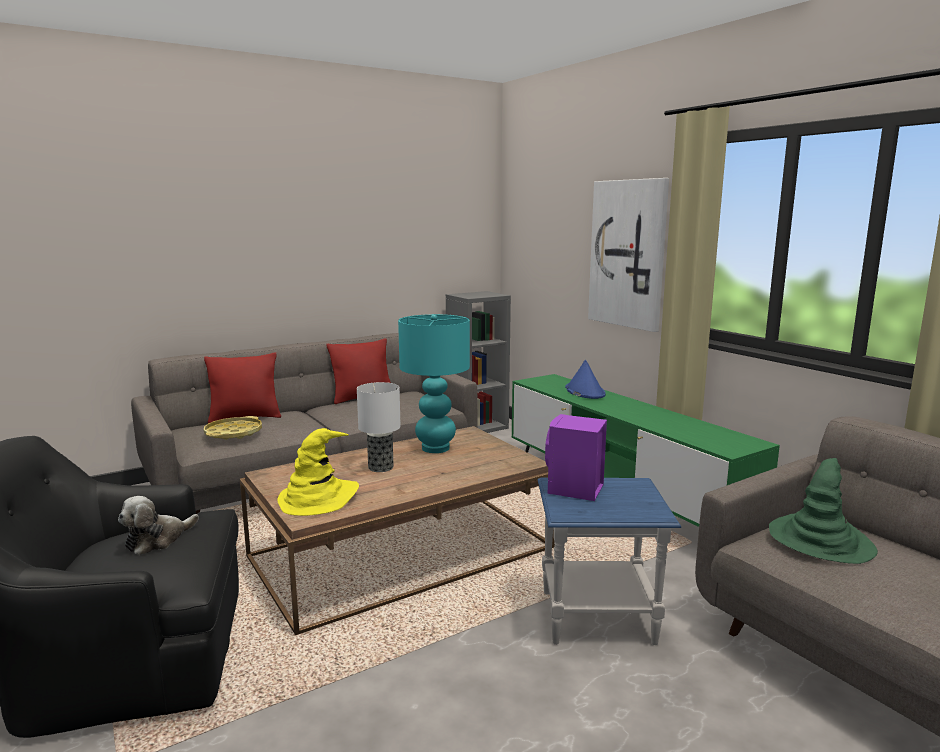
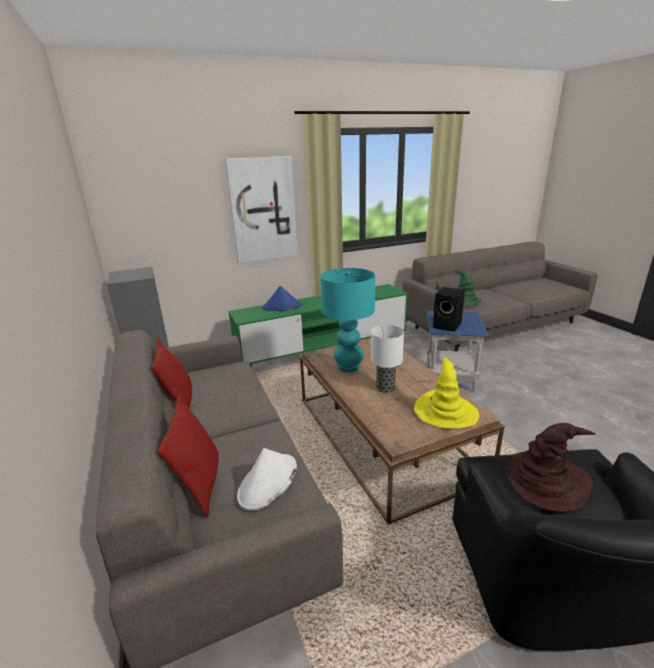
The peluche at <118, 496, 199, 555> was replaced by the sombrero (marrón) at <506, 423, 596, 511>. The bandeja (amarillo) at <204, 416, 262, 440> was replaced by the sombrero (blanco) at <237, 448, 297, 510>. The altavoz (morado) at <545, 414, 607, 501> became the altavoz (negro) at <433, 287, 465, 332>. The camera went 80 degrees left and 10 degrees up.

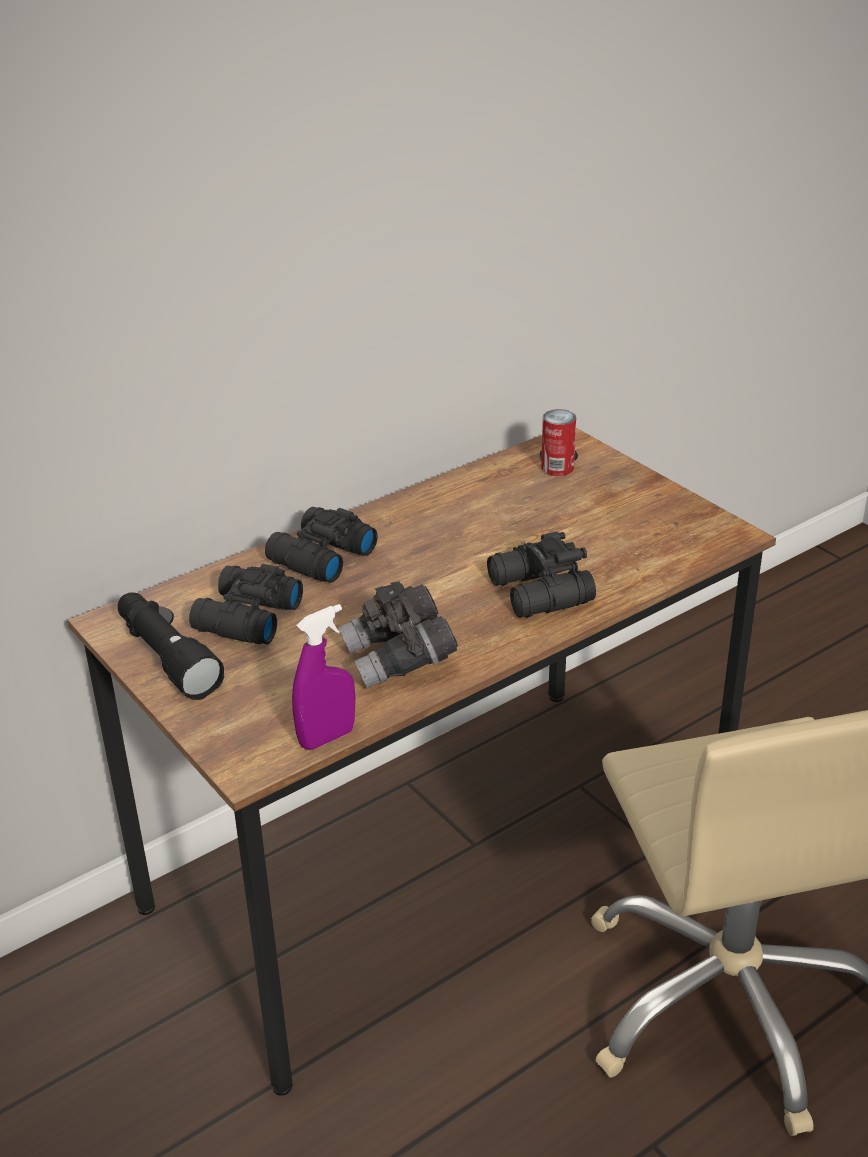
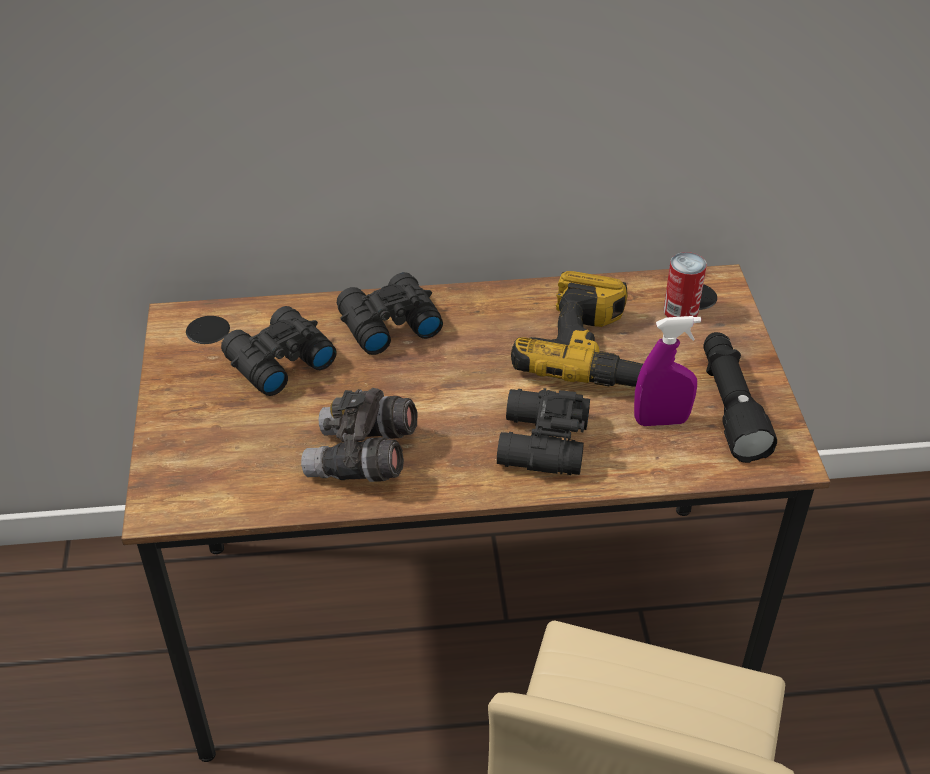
The linterna (negro) moved from <118, 592, 224, 700> to <703, 332, 777, 463>. The pulverizador (morado) moved from <292, 604, 356, 750> to <634, 316, 701, 426>. The taladro at <511, 271, 643, 387> appeared. The camera went 30 degrees right and 10 degrees up.

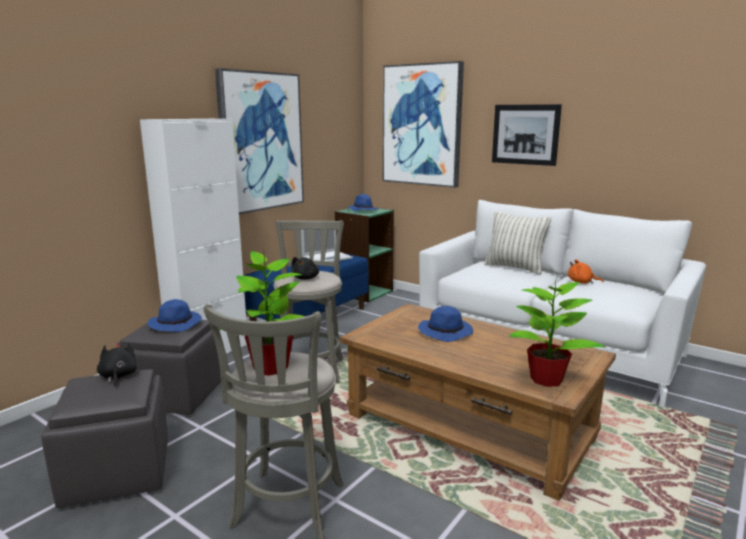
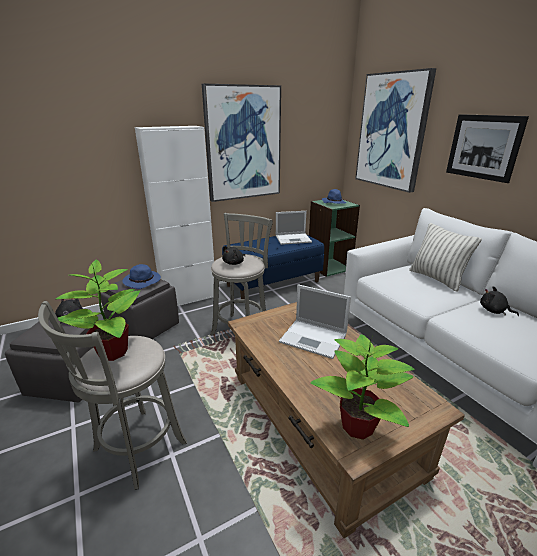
The sombrero (azul) at <418, 306, 473, 342> was replaced by the portátil at <279, 284, 351, 359>. The peluche (naranja) at <568, 259, 603, 284> became the peluche (negro) at <480, 286, 519, 316>. The camera went 25 degrees right and 10 degrees up.

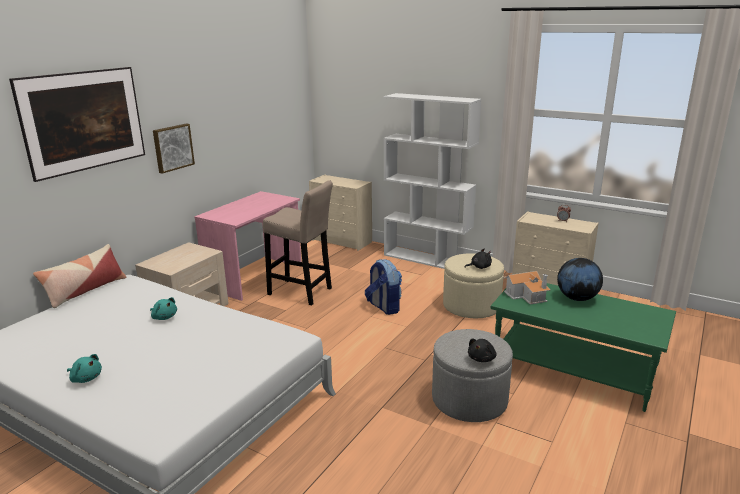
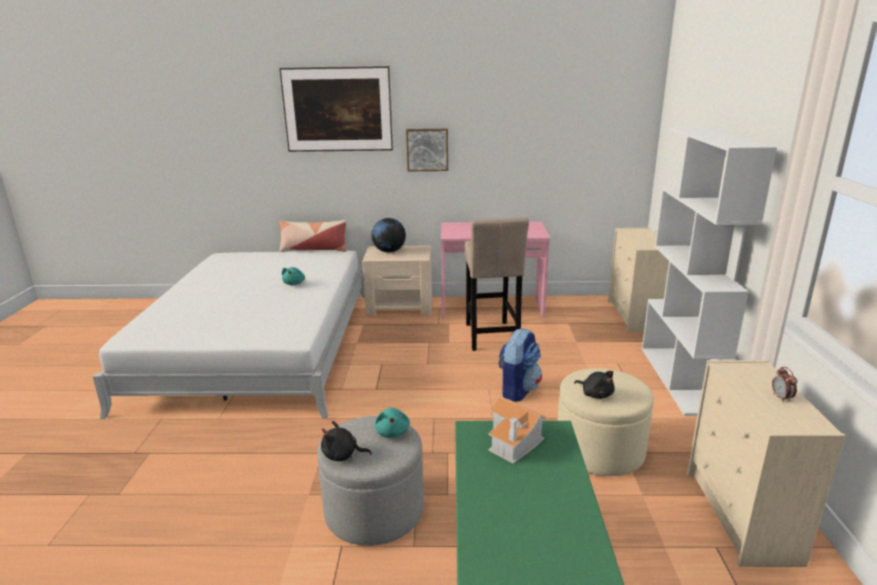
The peluche (turquesa) moved from <67, 354, 102, 383> to <374, 408, 410, 438>. The globo terráqueo moved from <557, 258, 603, 301> to <371, 218, 406, 253>. The camera went 60 degrees right and 0 degrees up.

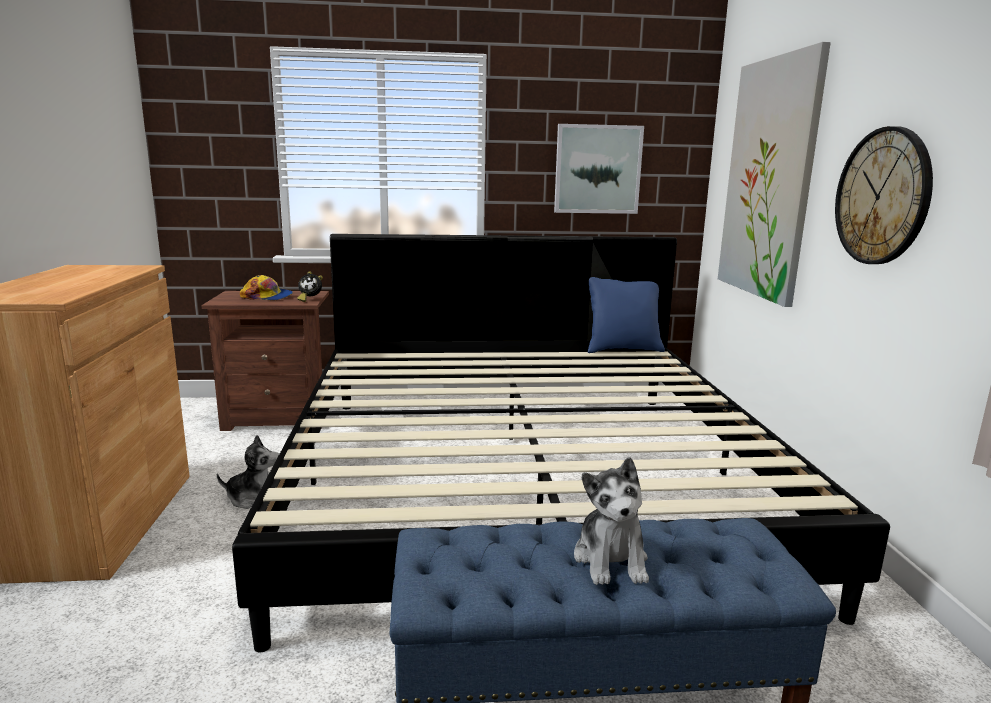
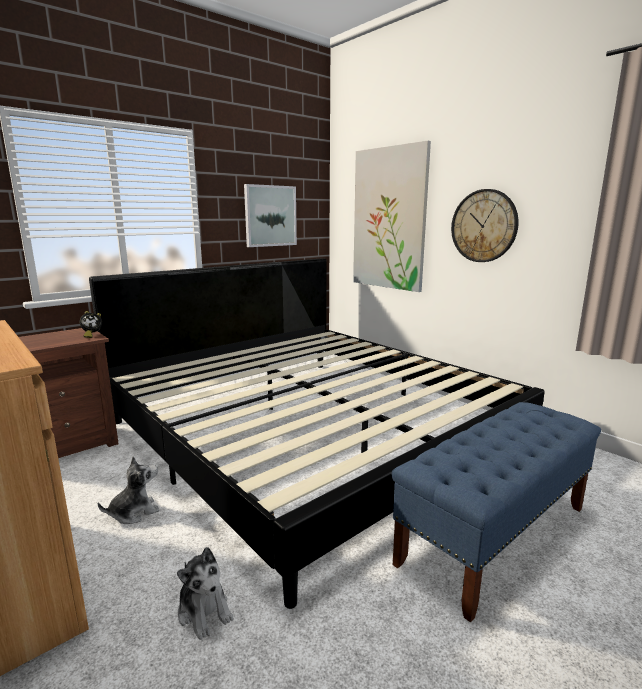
The gorra at <240, 275, 293, 300> disappeared. The peluche moved from <574, 457, 649, 585> to <177, 547, 233, 640>. The cojín (azul) at <588, 277, 665, 353> disappeared. The camera went 35 degrees left and 0 degrees up.

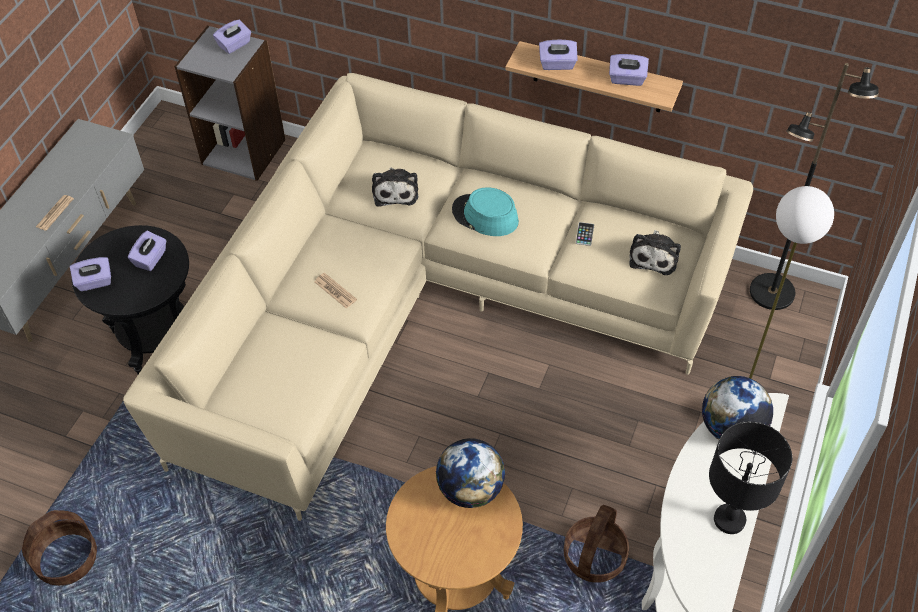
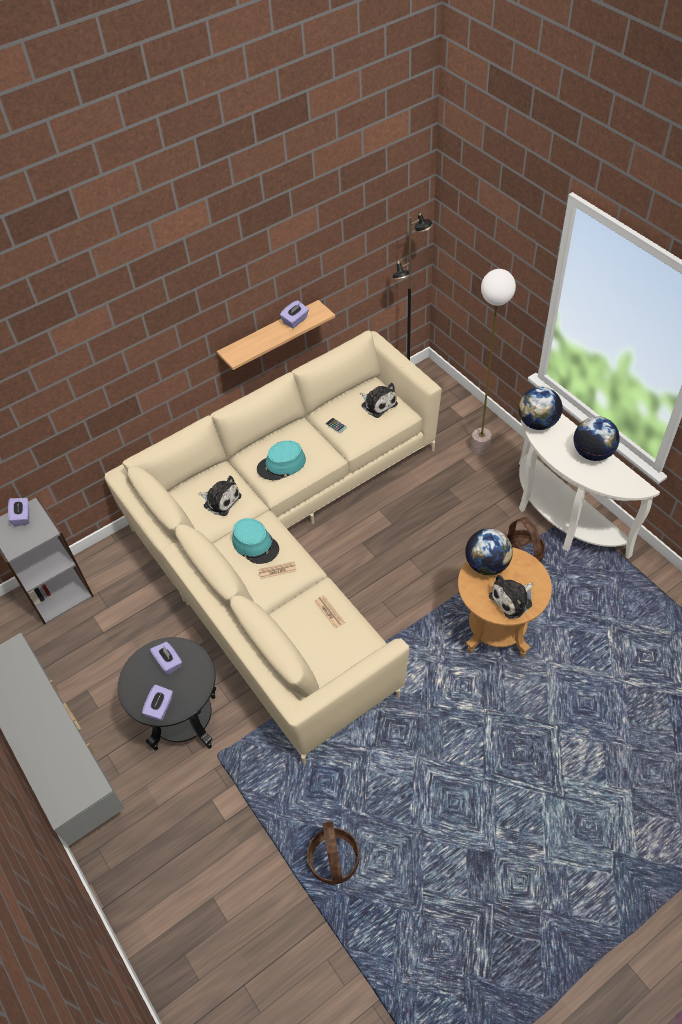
The periódico moved from <36, 195, 74, 231> to <315, 595, 345, 629>. The caja de pañuelos (morado) at <539, 40, 578, 70> disappeared. The lámpara de mesa (negro) at <709, 421, 792, 534> was replaced by the globo terráqueo at <573, 416, 620, 461>. The sombrero (turquesa) at <232, 518, 279, 564> appeared. The peluche at <489, 575, 533, 619> appeared. The camera went 55 degrees left and 0 degrees up.

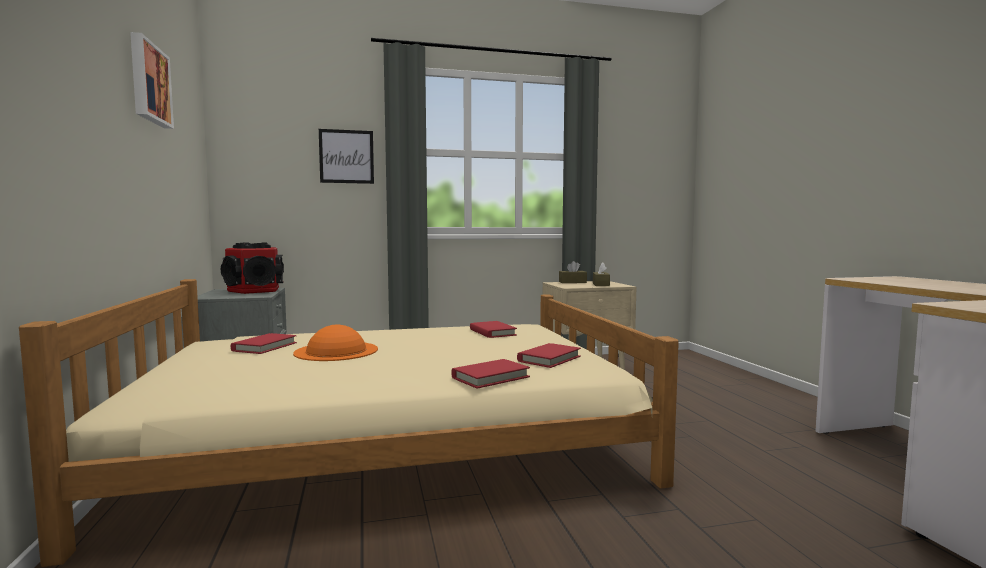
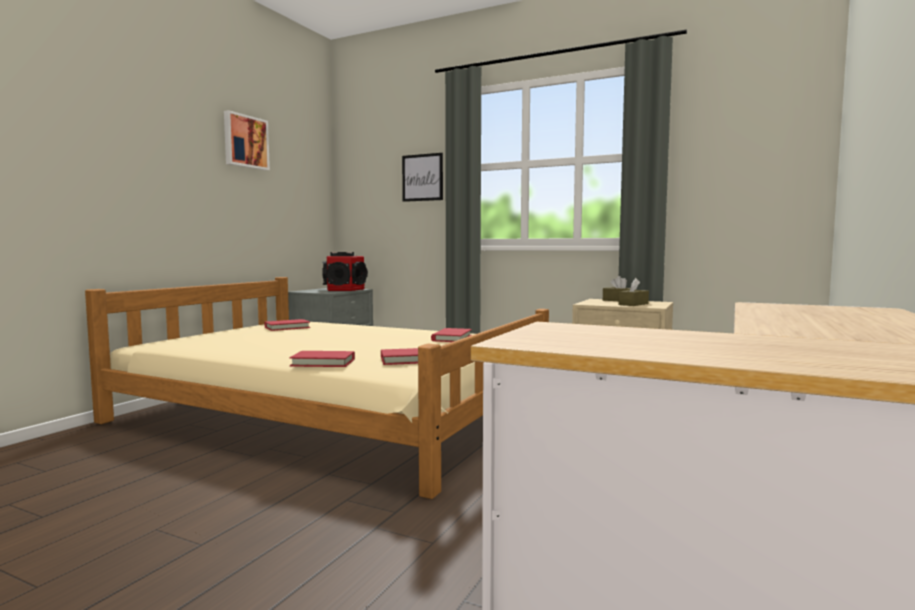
The sombrero (naranja) at <293, 325, 378, 361> disappeared. The camera went 40 degrees right and 0 degrees up.

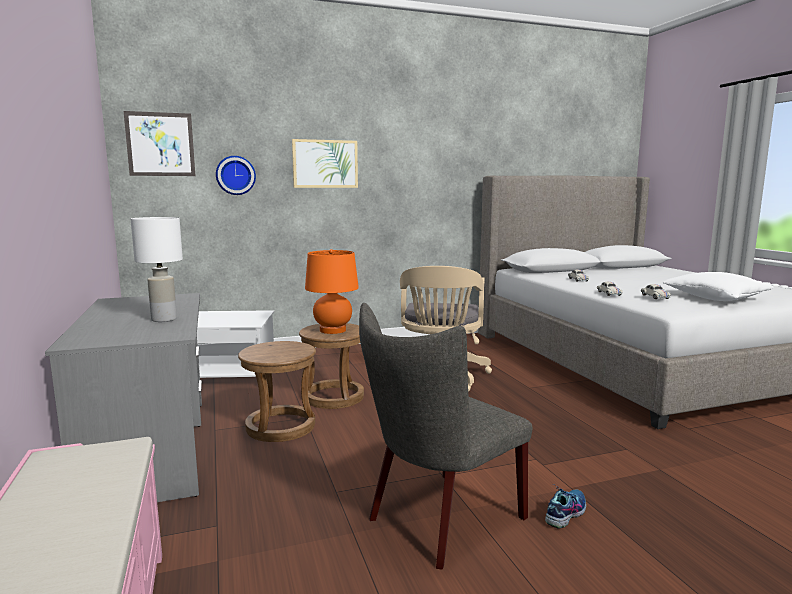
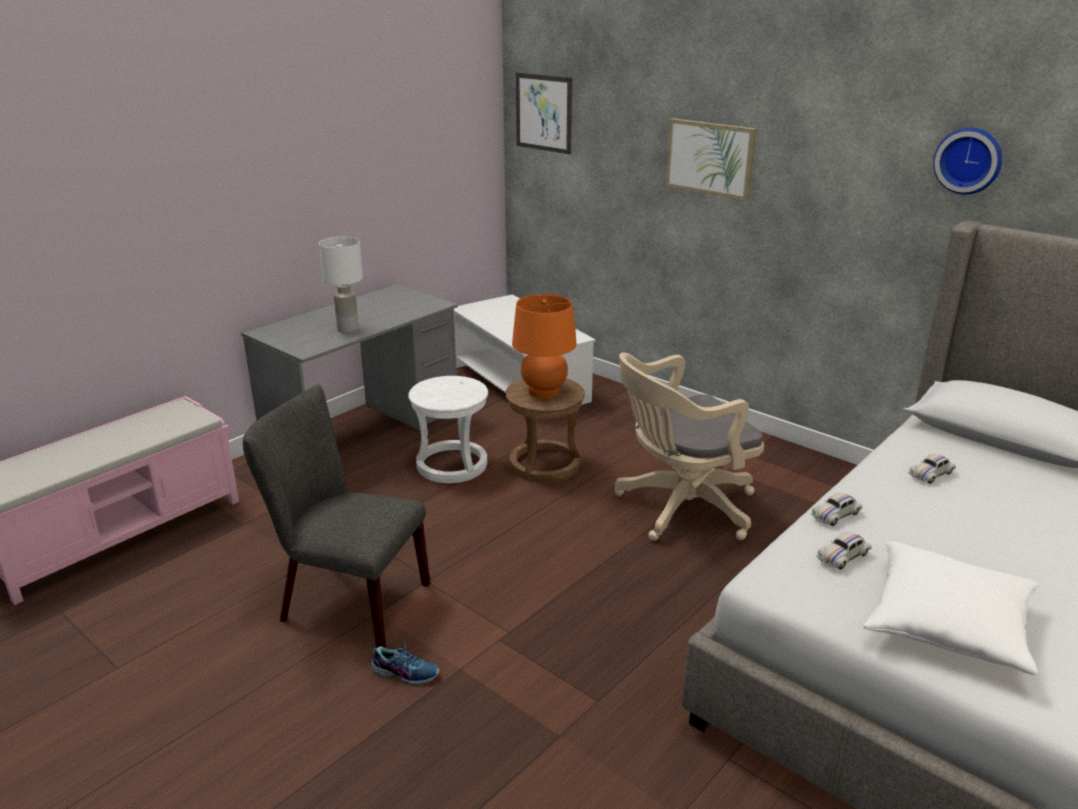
The reloj de pared moved from <216, 156, 256, 195> to <933, 128, 1002, 194>. The taburete (marrón) at <238, 341, 316, 442> became the taburete (blanco) at <408, 376, 488, 483>. The camera went 60 degrees right and 15 degrees up.

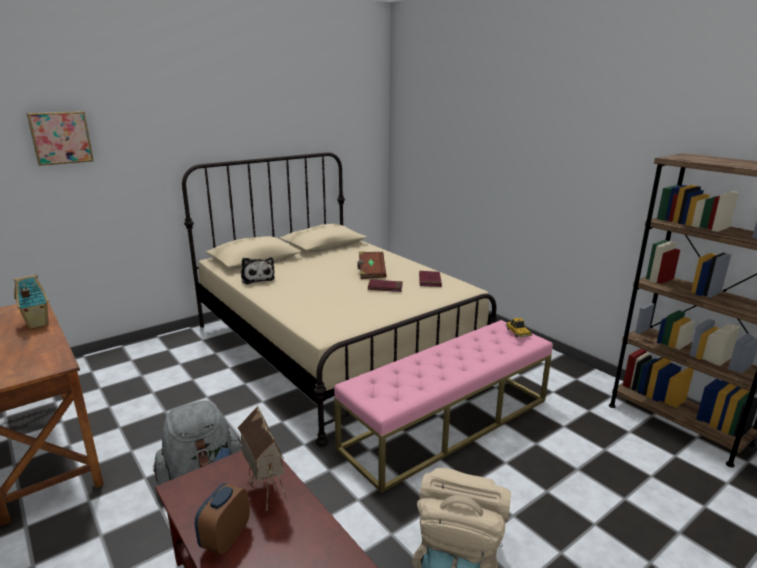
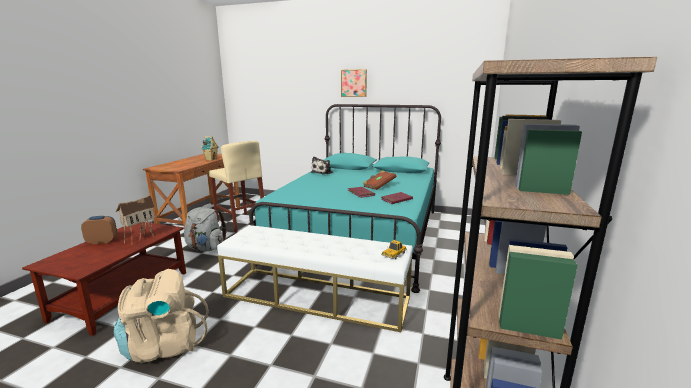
The cuadro moved from <27, 111, 94, 166> to <341, 69, 367, 97>. The cama (beis) at <182, 152, 498, 446> became the cama (turquesa) at <249, 104, 441, 293>. The banco (rosa) at <334, 320, 553, 493> became the banco (blanco) at <217, 225, 413, 332>. The taburete (beis) at <209, 141, 264, 233> appeared. The camera went 55 degrees right and 5 degrees down.

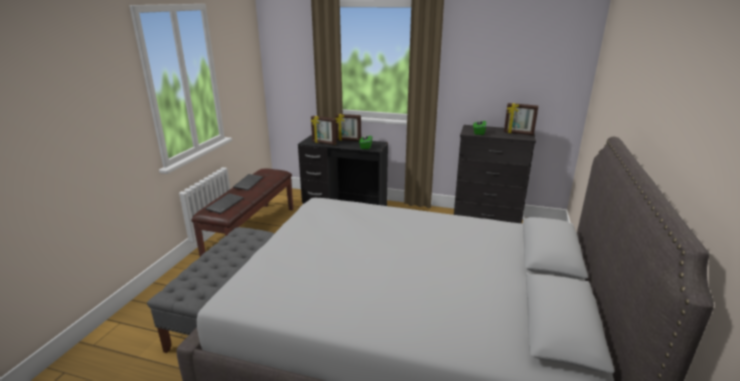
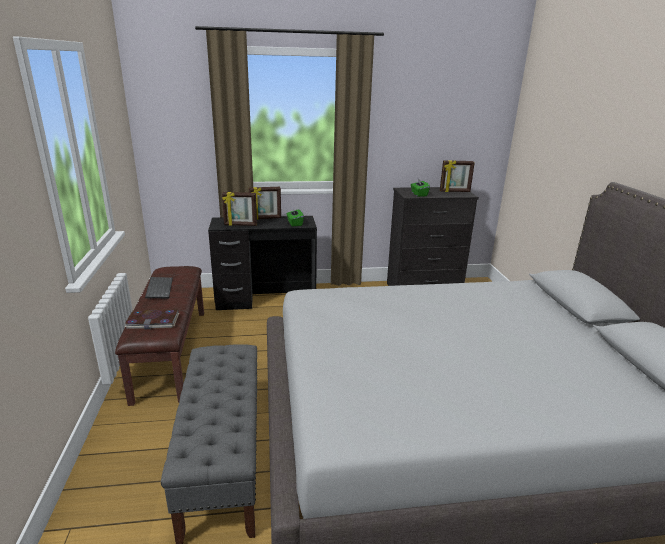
The teclado at <205, 193, 244, 214> was replaced by the libro at <125, 309, 179, 329>. The camera went 25 degrees left and 0 degrees up.

